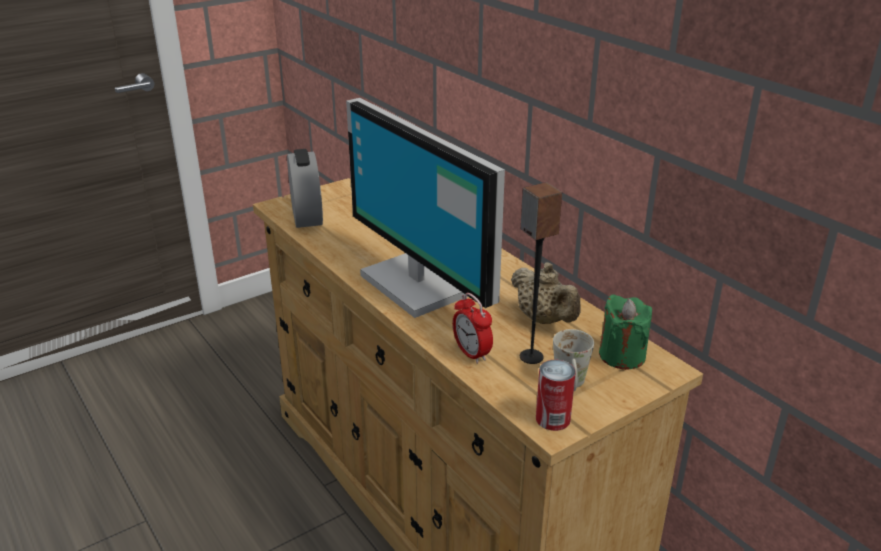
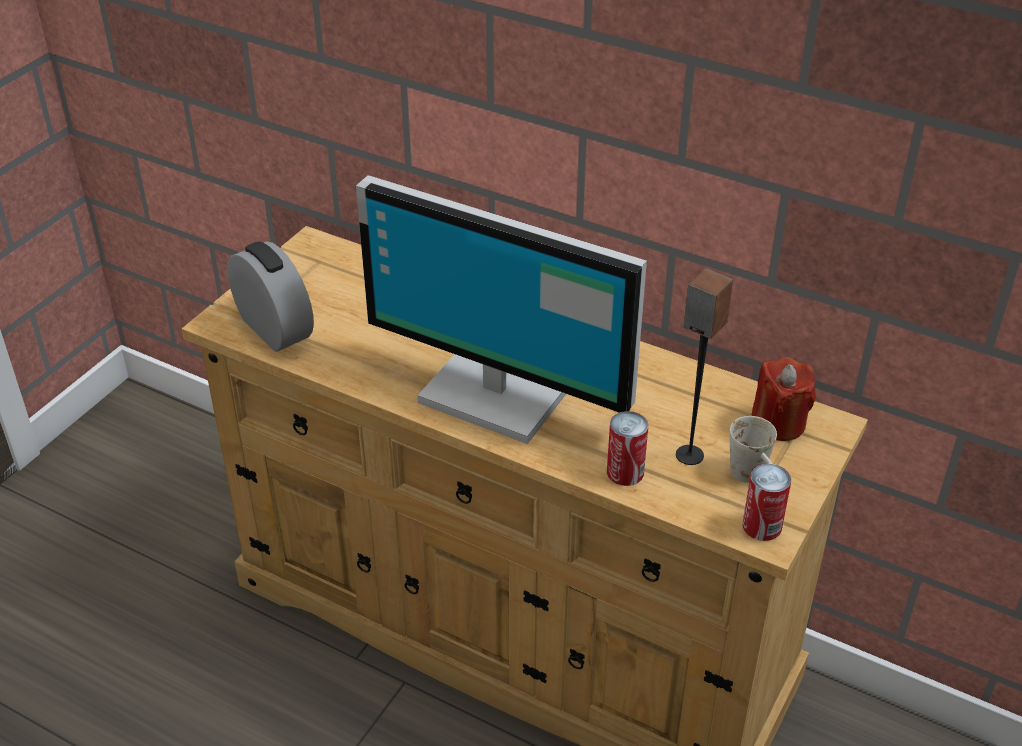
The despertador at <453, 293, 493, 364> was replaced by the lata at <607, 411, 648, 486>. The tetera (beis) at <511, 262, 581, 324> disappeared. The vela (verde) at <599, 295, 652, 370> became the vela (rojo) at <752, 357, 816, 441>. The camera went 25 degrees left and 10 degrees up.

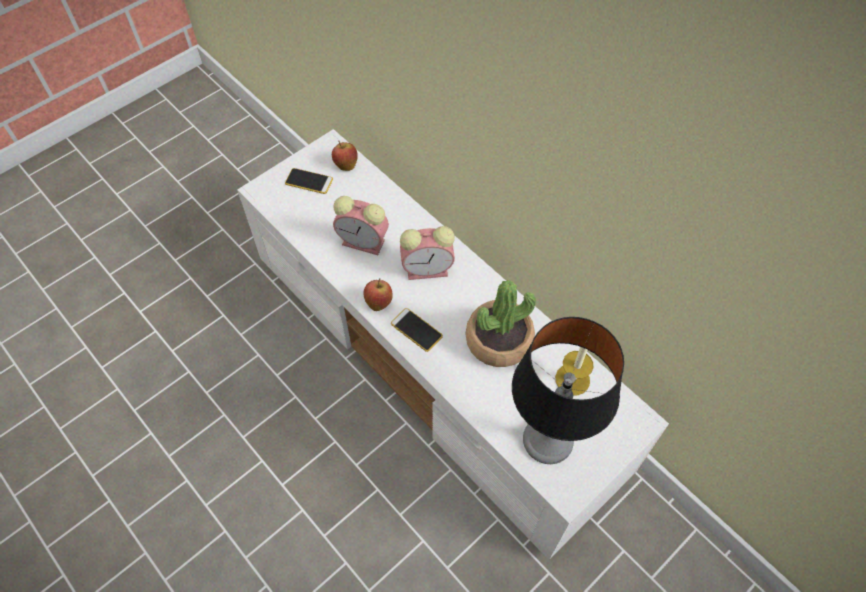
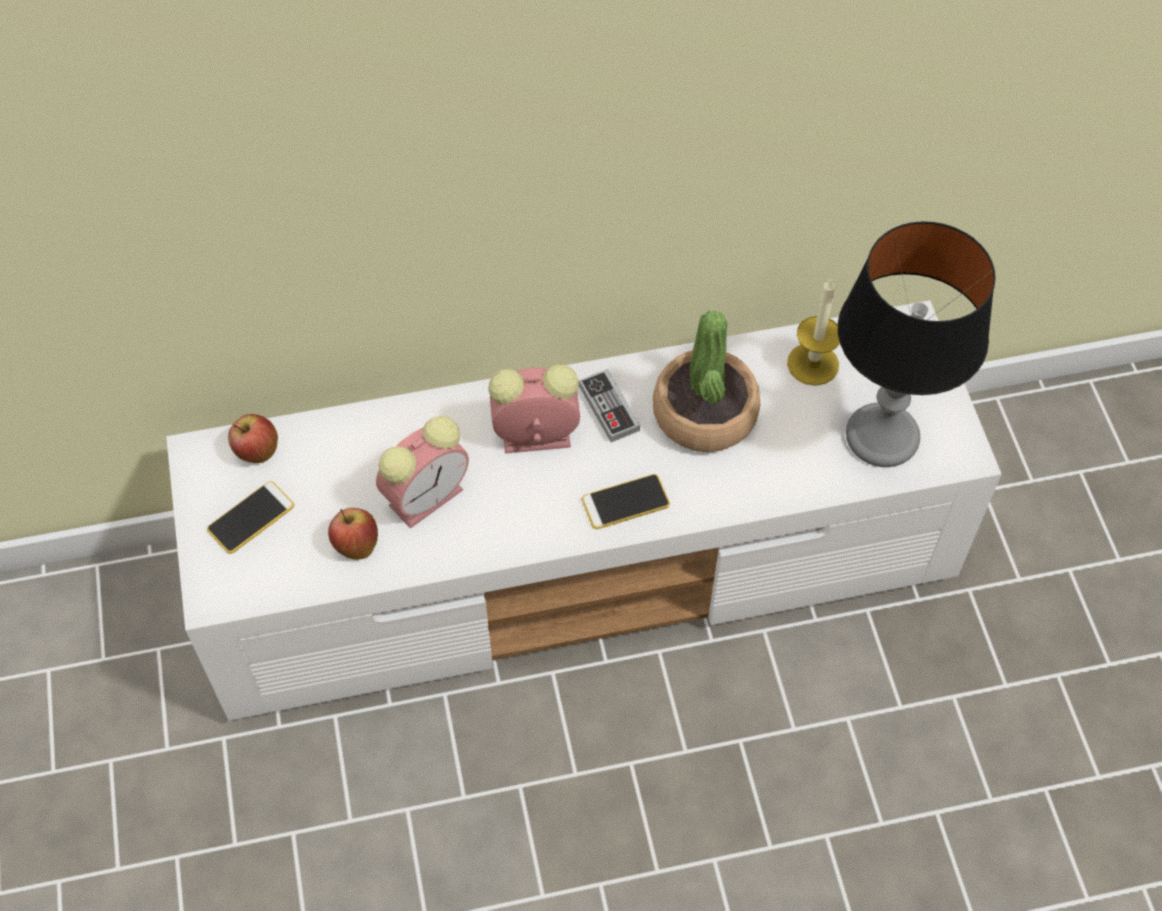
The manzana moved from <364, 278, 393, 311> to <328, 508, 378, 560>. The despertador at <400, 226, 455, 280> turned 120 degrees counterclockwise. The mando de consola at <579, 369, 640, 442> appeared. The camera went 60 degrees left and 0 degrees up.

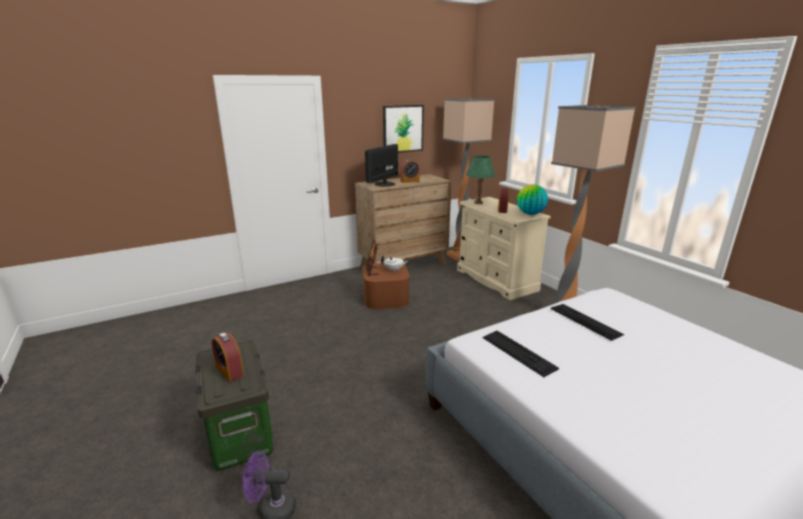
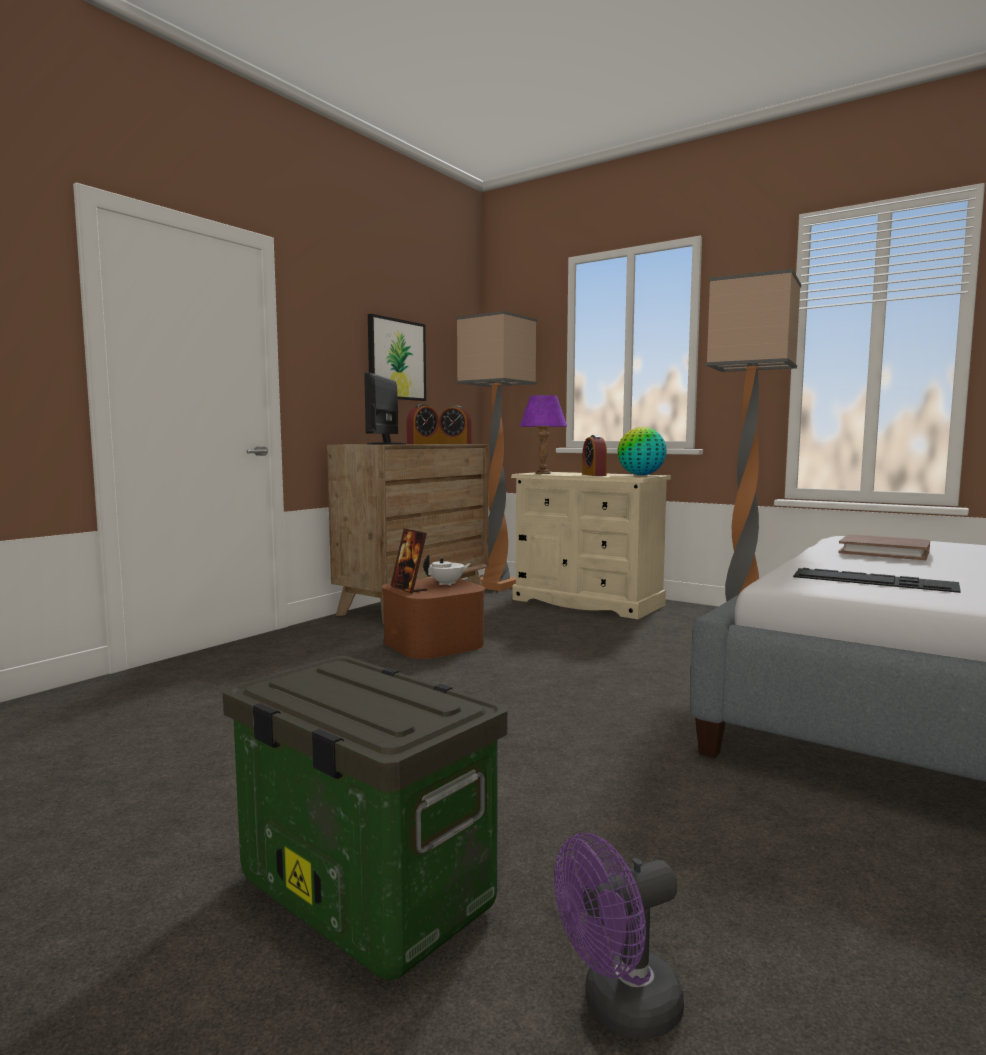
The despertador moved from <212, 333, 244, 382> to <439, 405, 471, 444>. The lámpara de mesa (verde) at <466, 156, 495, 204> became the lámpara de mesa (morado) at <520, 395, 567, 474>. The teclado at <551, 304, 624, 341> was replaced by the libro (marrón) at <838, 534, 930, 560>. The camera went 25 degrees left and 15 degrees down.

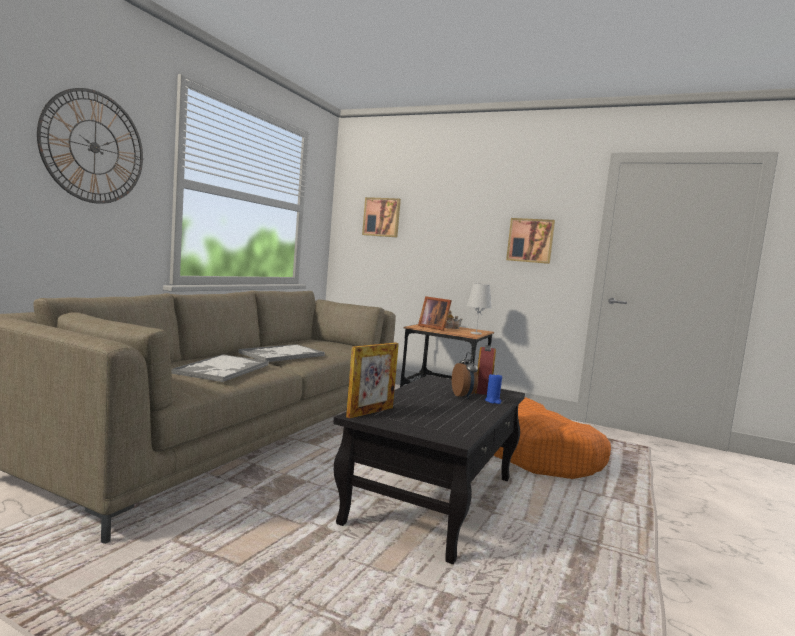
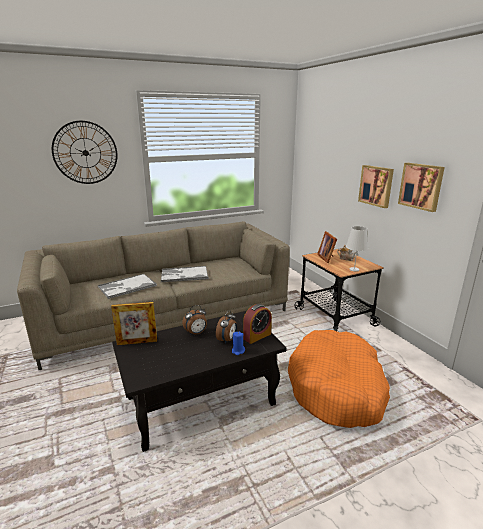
The cuadro moved from <362, 197, 401, 237> to <358, 165, 394, 208>. The despertador at <182, 305, 207, 335> appeared. The camera went 40 degrees right and 15 degrees up.

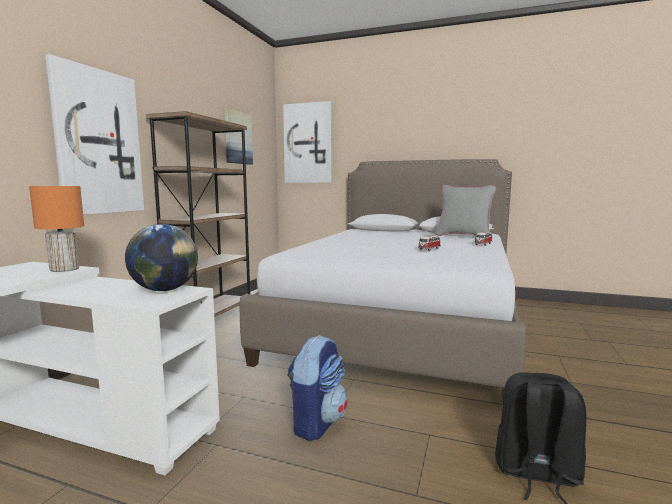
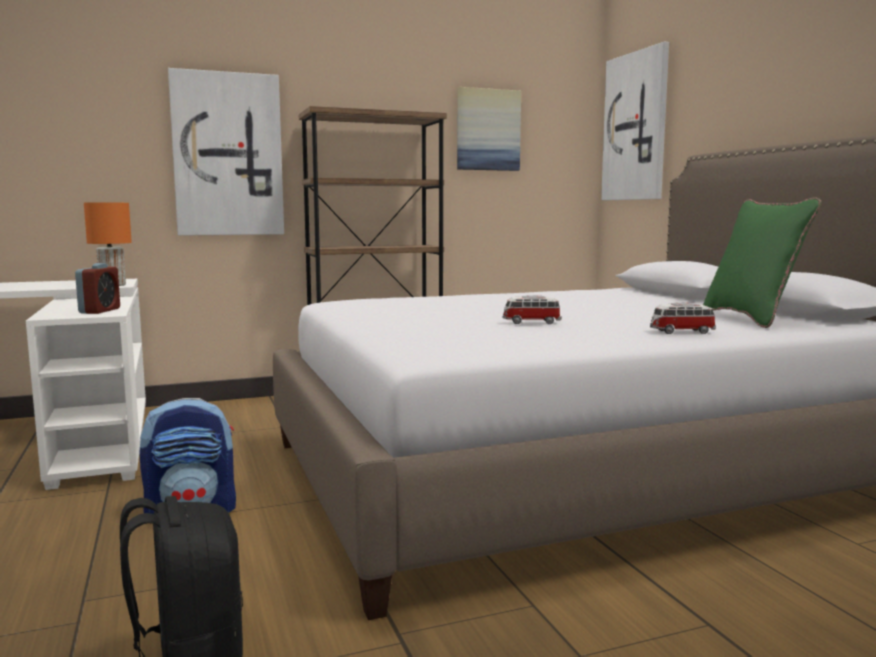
The globo terráqueo at <125, 224, 198, 291> was replaced by the despertador at <75, 263, 120, 314>. The cojín (gris) at <436, 185, 496, 236> became the cojín (verde) at <703, 197, 821, 328>. The camera went 50 degrees right and 0 degrees up.

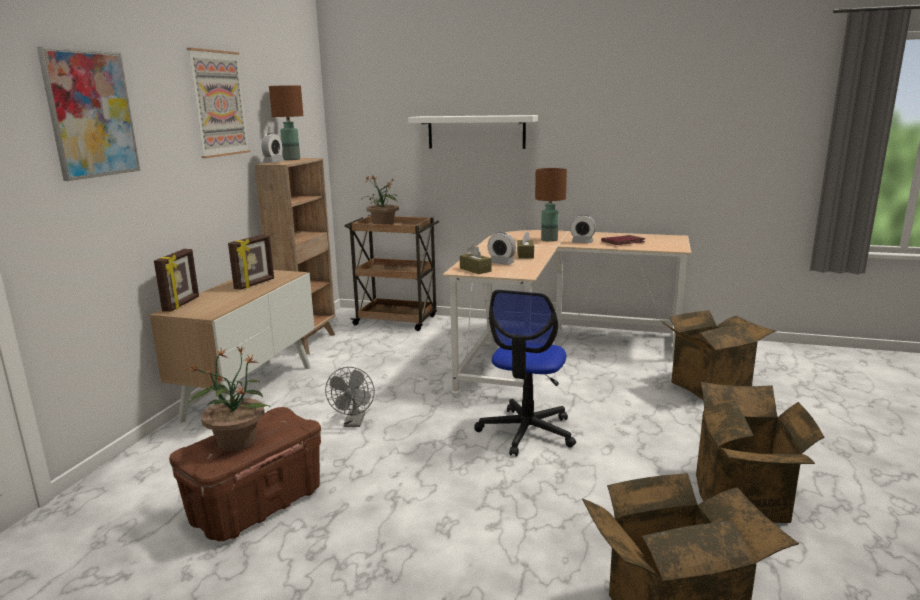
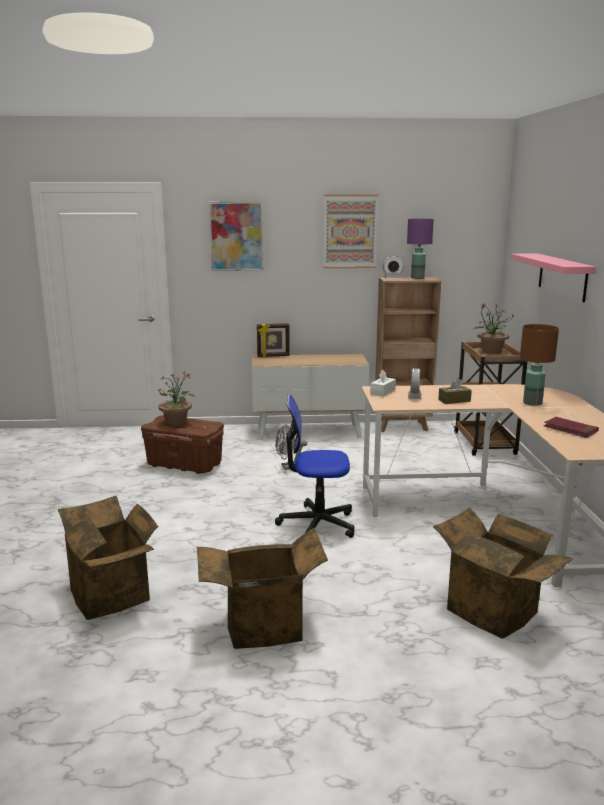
The portarretratos at <228, 234, 274, 290> disappeared. The lámpara de mesa (marrón) at <269, 85, 303, 160> became the lámpara de mesa (morado) at <407, 219, 434, 279>. The estante (blanco) at <408, 115, 538, 149> became the estante (rosa) at <511, 254, 596, 302>. The caja de pañuelos (marrón) at <460, 244, 491, 274> became the caja de pañuelos (blanco) at <370, 370, 396, 397>. The despertador at <570, 215, 596, 243> disappeared. The camera went 70 degrees right and 0 degrees up.

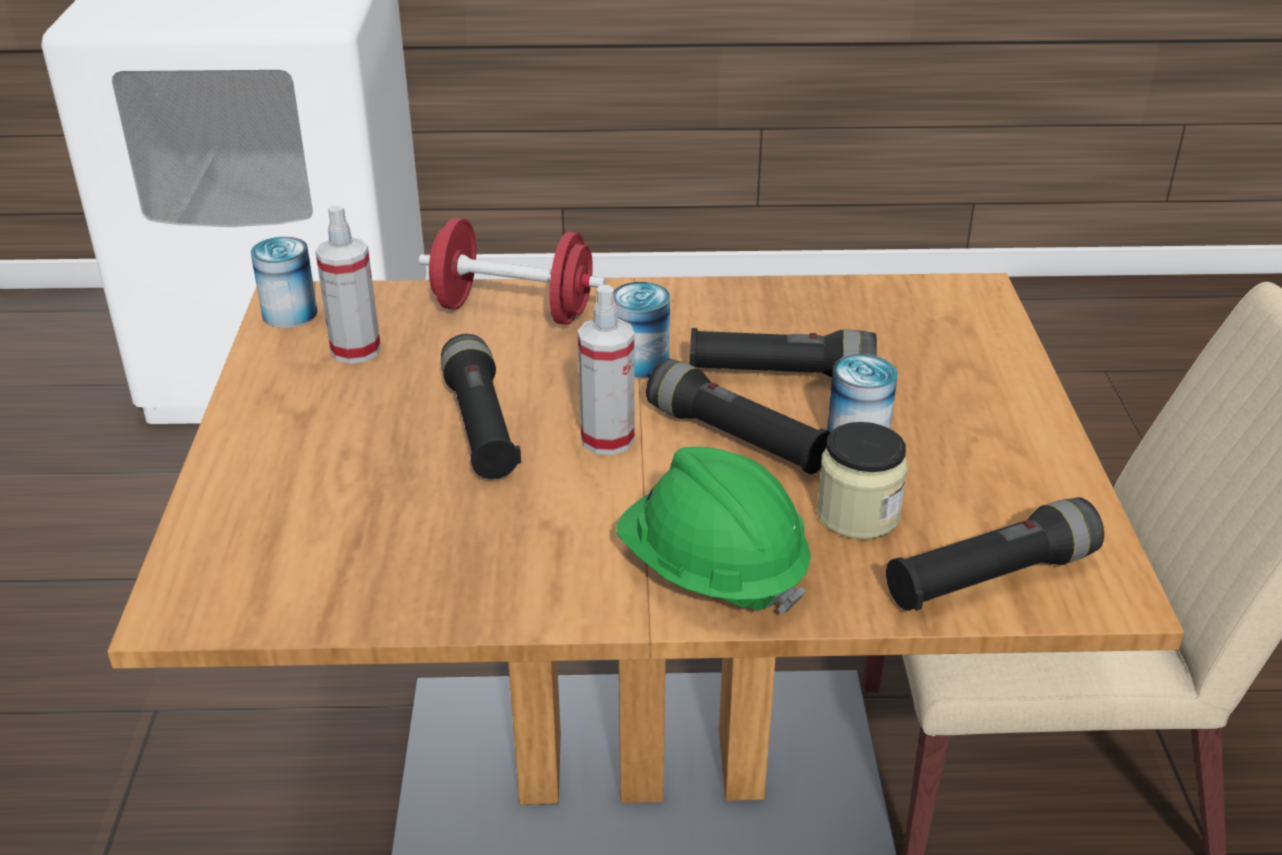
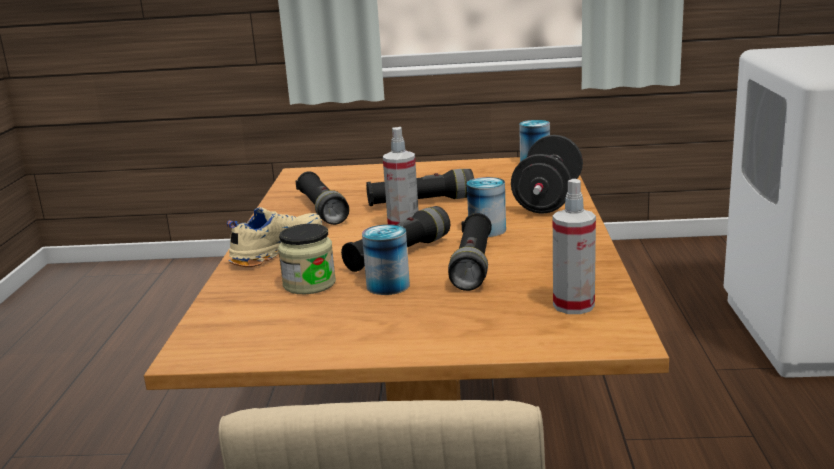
The pulverizador moved from <315, 205, 381, 364> to <553, 179, 596, 314>. The mancuerna (rojo) at <419, 218, 606, 325> became the mancuerna (negro) at <511, 135, 583, 214>. The casco (verde) at <616, 447, 811, 614> was replaced by the zapato (beis) at <227, 207, 322, 267>. The linterna (negro) moved from <886, 497, 1104, 611> to <295, 171, 349, 225>. The camera went 95 degrees right and 15 degrees down.

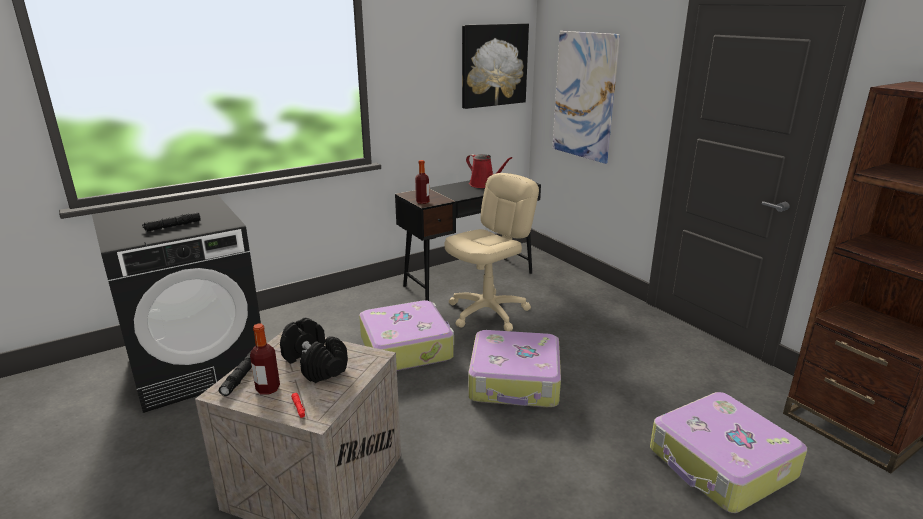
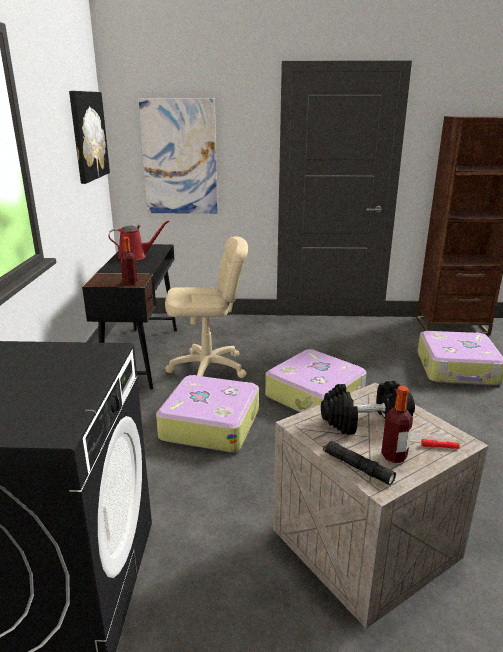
The linterna (negro) at <142, 212, 201, 232> disappeared. The silla de oficina (beis) at <444, 173, 539, 331> turned 90 degrees clockwise. The camera went 55 degrees left and 0 degrees up.

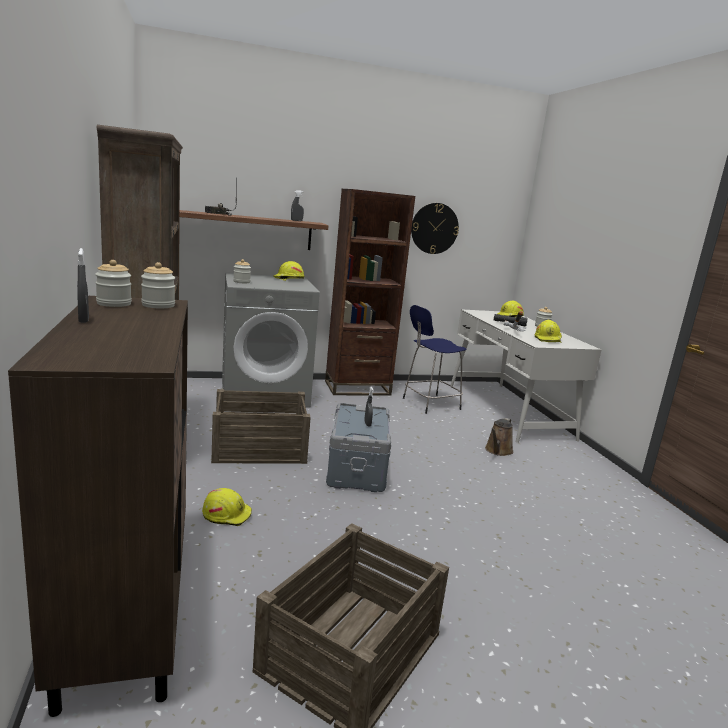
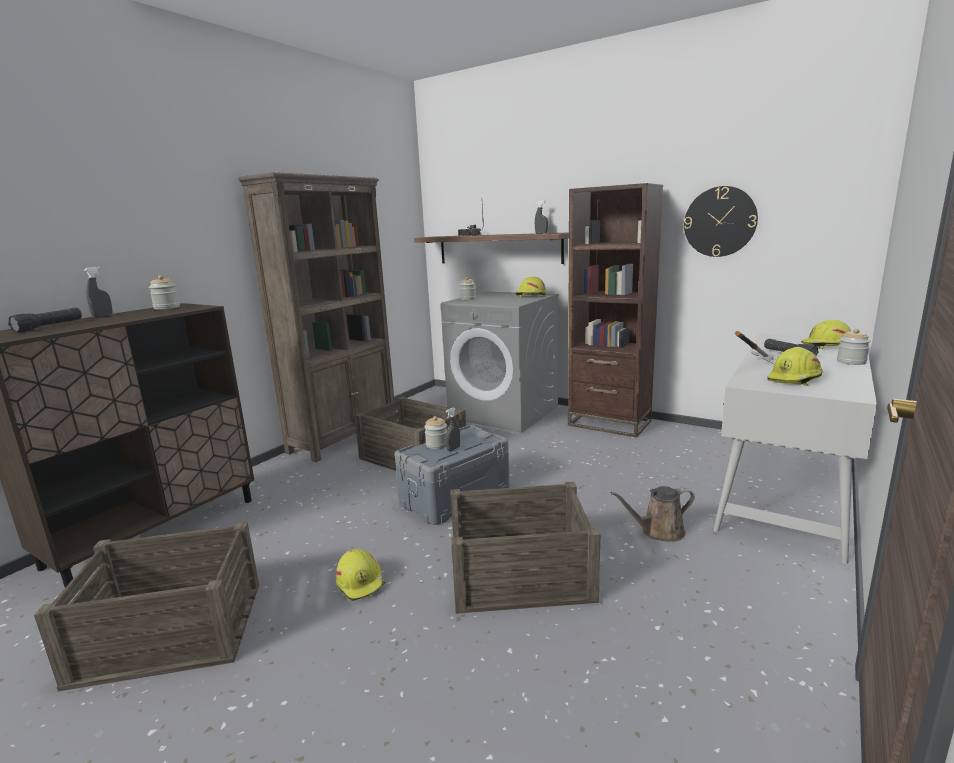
The tarro moved from <141, 262, 175, 308> to <424, 416, 447, 449>. The casco (amarillo) moved from <202, 488, 252, 526> to <336, 549, 385, 601>. The taburete (azul) at <403, 305, 467, 414> disappeared. The linterna (negro) at <8, 308, 82, 332> appeared. The caja de embalaje at <450, 482, 600, 614> appeared. The camera went 50 degrees right and 0 degrees up.

